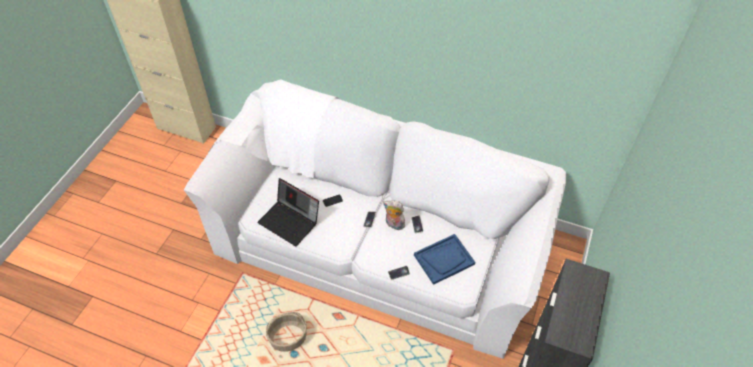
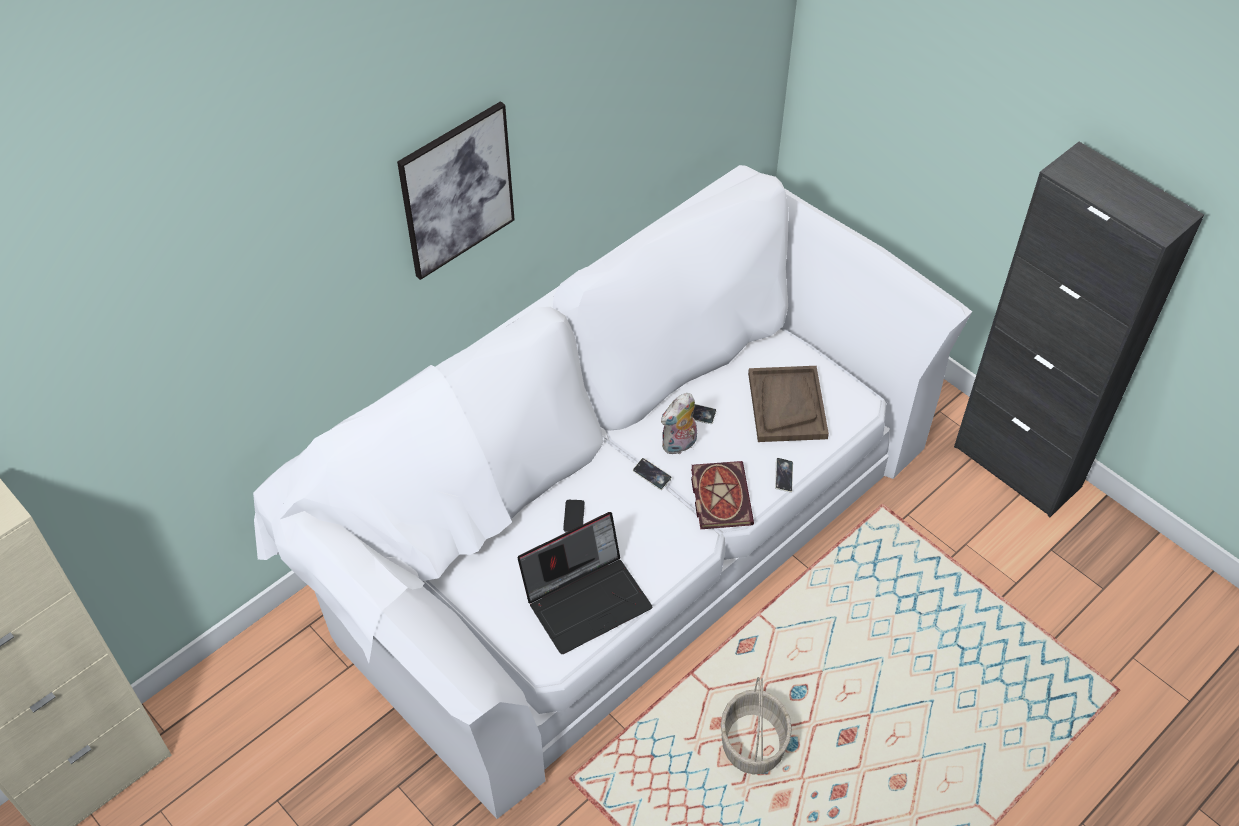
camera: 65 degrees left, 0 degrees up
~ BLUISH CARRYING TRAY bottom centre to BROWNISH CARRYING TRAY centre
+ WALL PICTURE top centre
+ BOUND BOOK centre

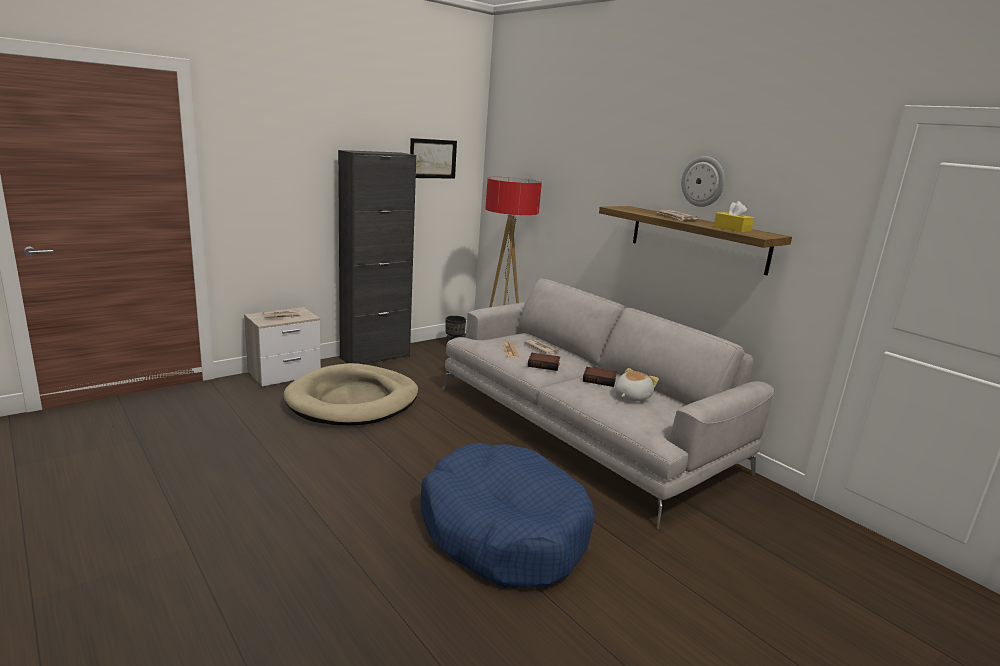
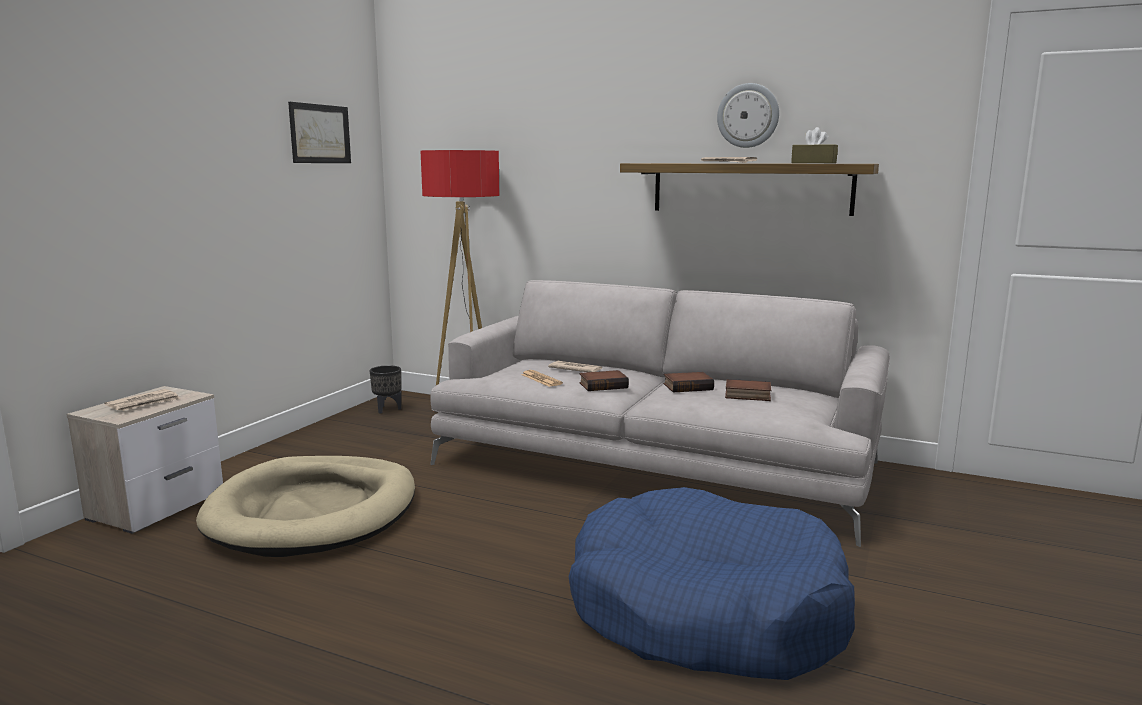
camera: 25 degrees left, 5 degrees down
- BLACK CUPBOARD centre
~ YELLOWISH BOX OF TISSUES top right to BROWNISH BOX OF TISSUES top right
~ PLUSH TOY centre to BOUND BOOK (3rd from left) centre

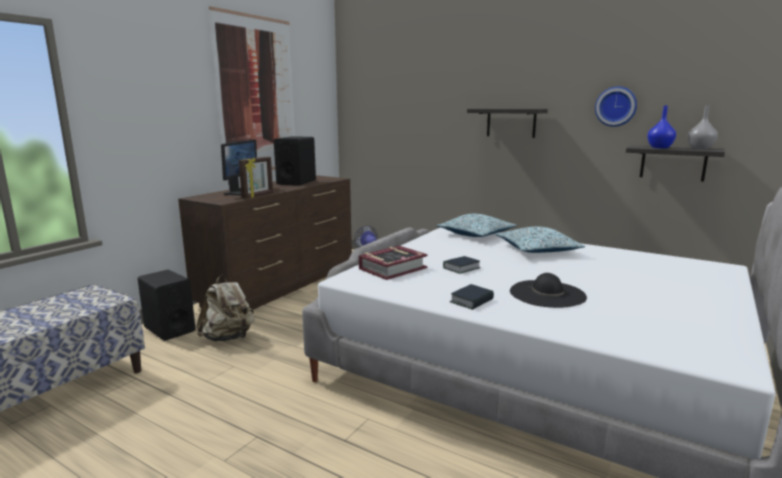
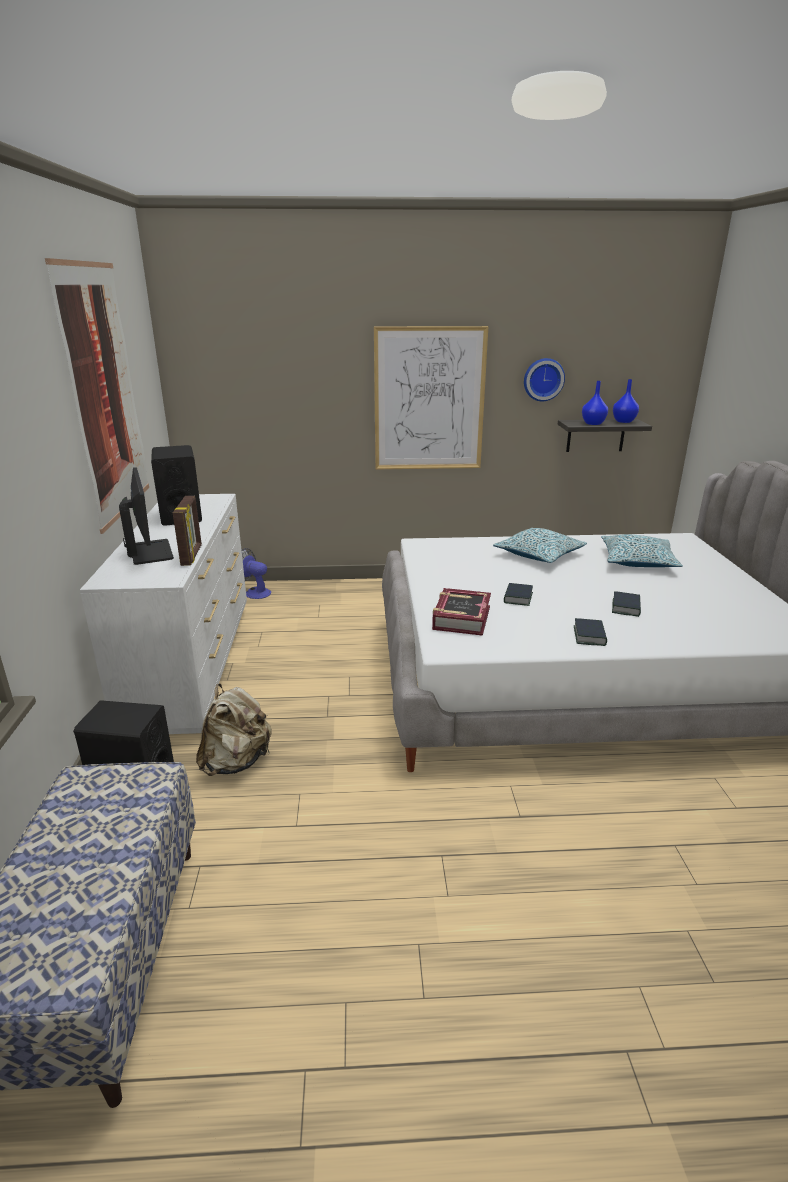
camera: 35 degrees left, 10 degrees up
~ GRAY DECORATIVE VASE top right to BLUISH DECORATIVE VASE (2nd from left) middle right
~ SHELF (1st from left) top centre to WALL PICTURE (2nd from left) centre
~ BROWNISH CHEST OF DRAWERS centre to WHITISH CHEST OF DRAWERS middle left
~ CUSHION (1st from left in the first image) centre to CUSHION (2nd from left) middle right
~ BLACK CLOTHING HAT middle right to BOUND BOOK (4th from left) middle right

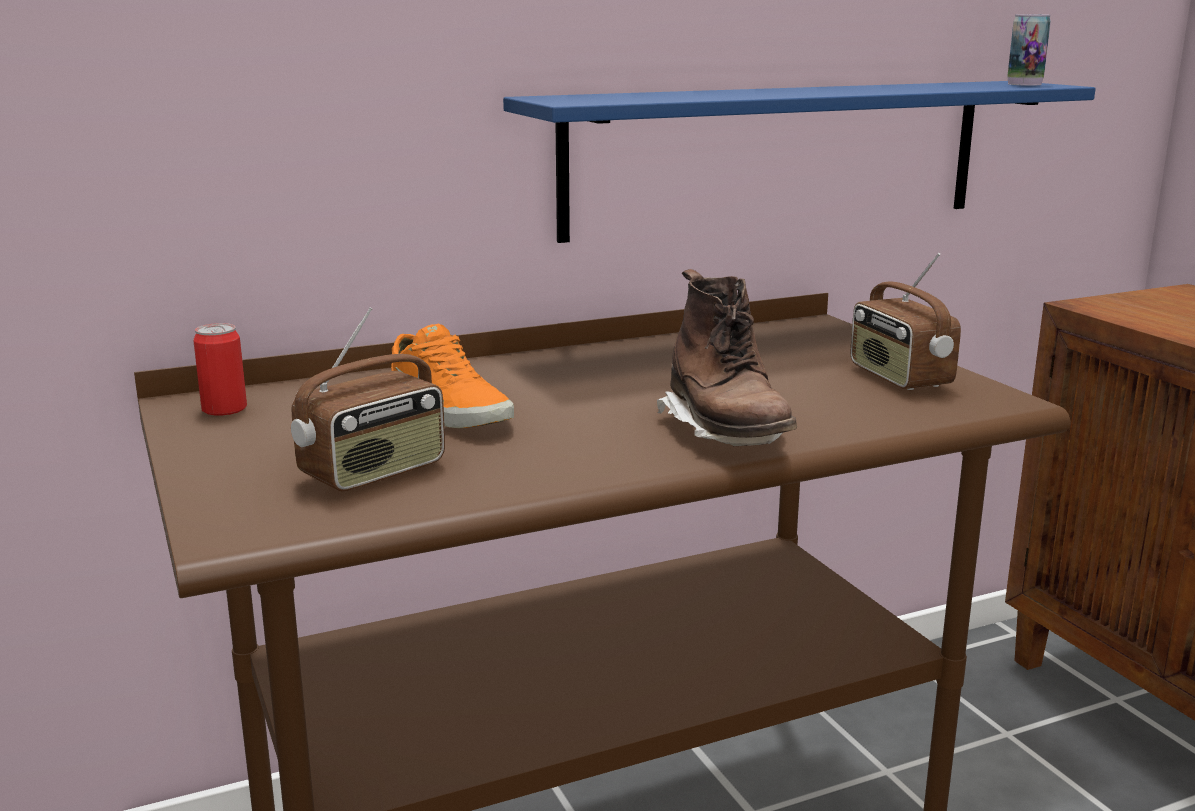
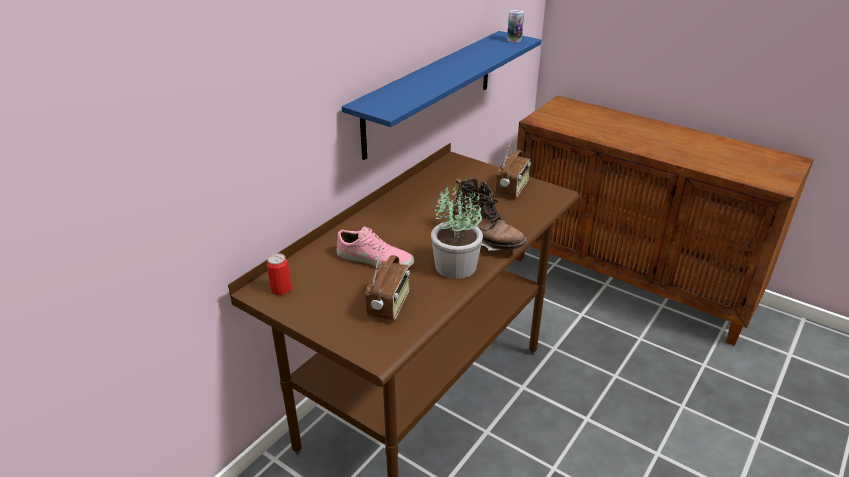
camera: 30 degrees left, 15 degrees up
~ RADIO (2nd from left) middle right = centre 105 degrees counterclockwise
~ ORANGE-COLOURED SHOE centre to PINKISH SHOE centre
+ PLANT IN A POT centre

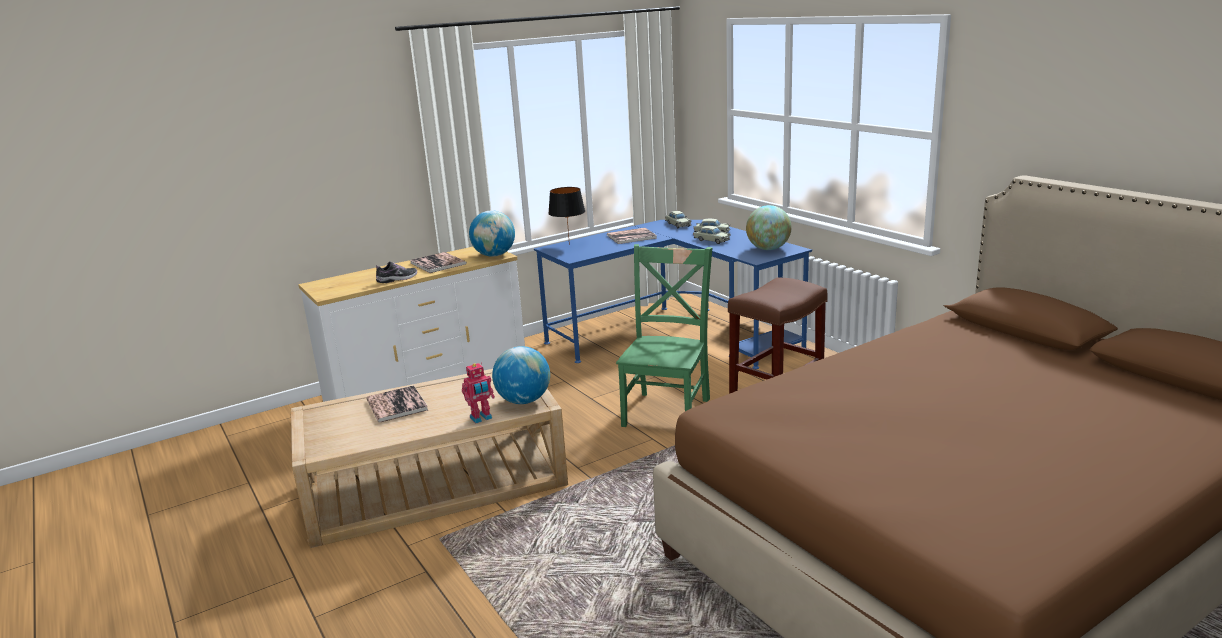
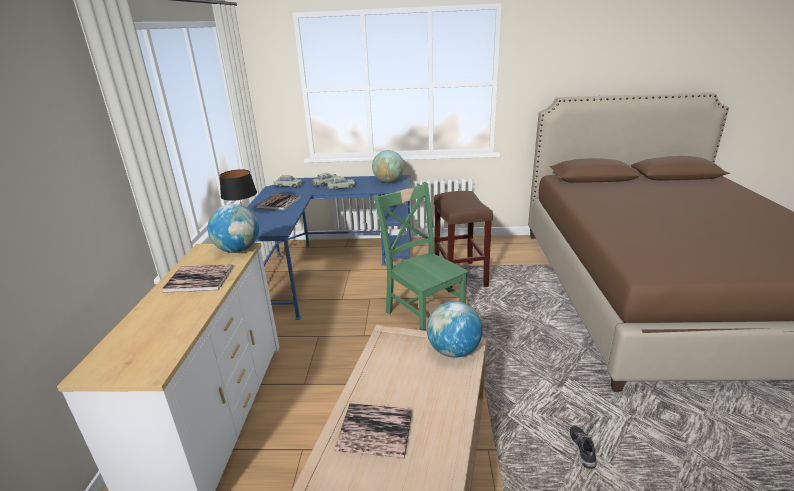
camera: 55 degrees left, 5 degrees up
~ SHOE middle left to bottom right
- ROBOT FIGURE centre

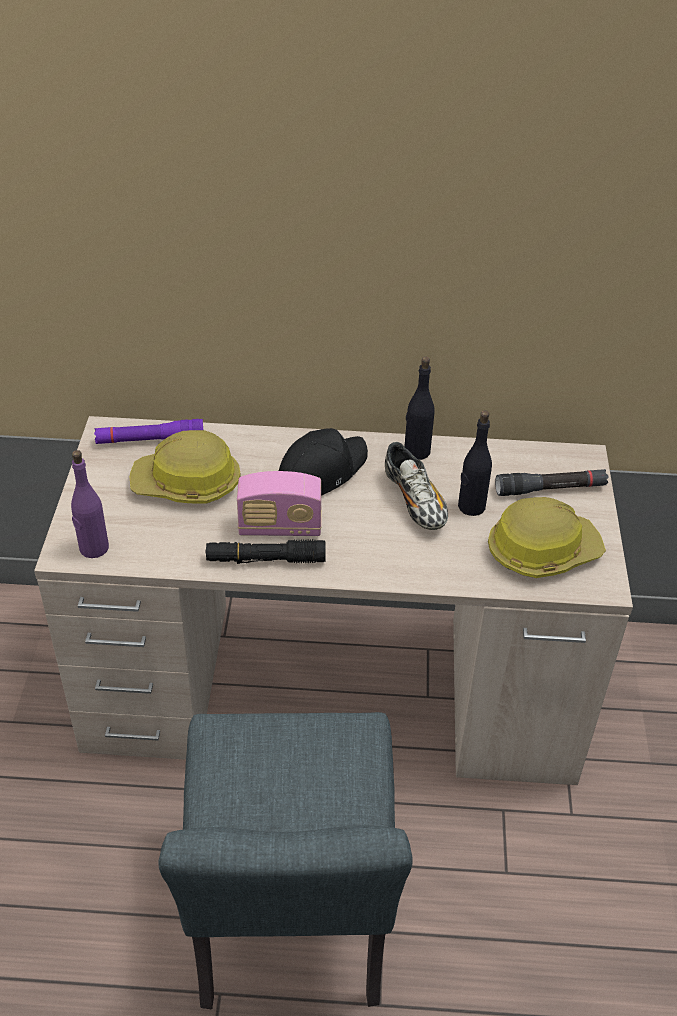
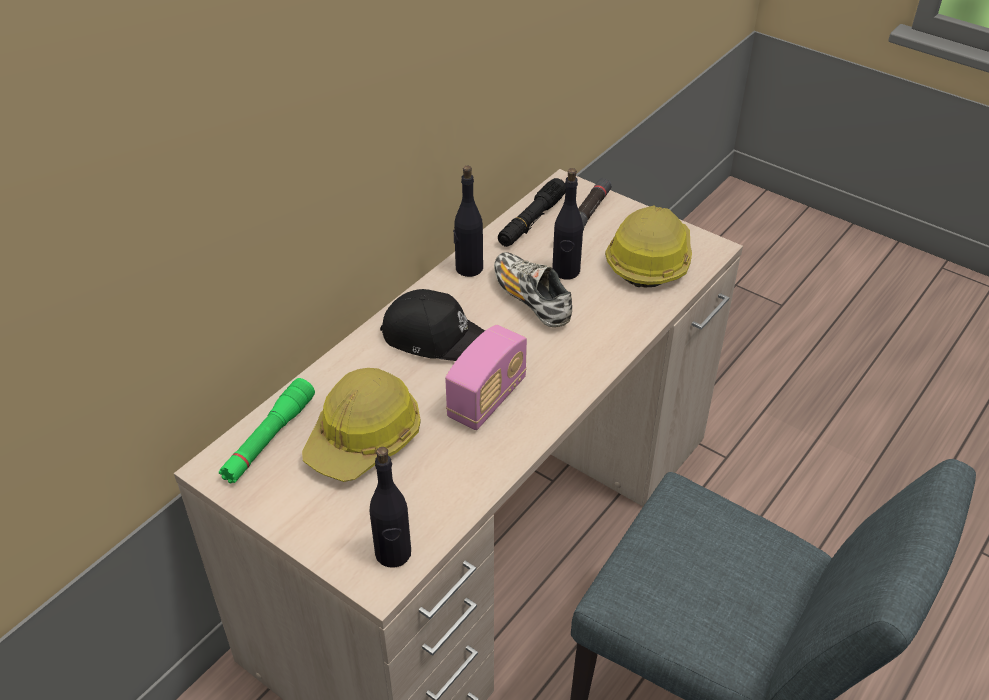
camera: 55 degrees left, 0 degrees up
~ PURPLE TORCH middle left to GREEN TORCH middle left
~ BLACK BASEBALL CAP centre = centre 120 degrees clockwise
~ SHOE centre = centre 135 degrees counterclockwise
~ PURPLE DRINK BOTTLE middle left to BLACK DRINK BOTTLE (1st from left) bottom centre
~ BLACK TORCH (1st from left) centre to top centre

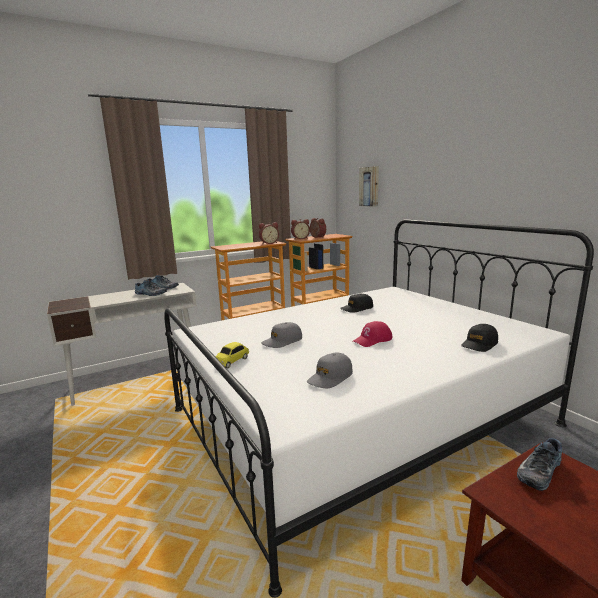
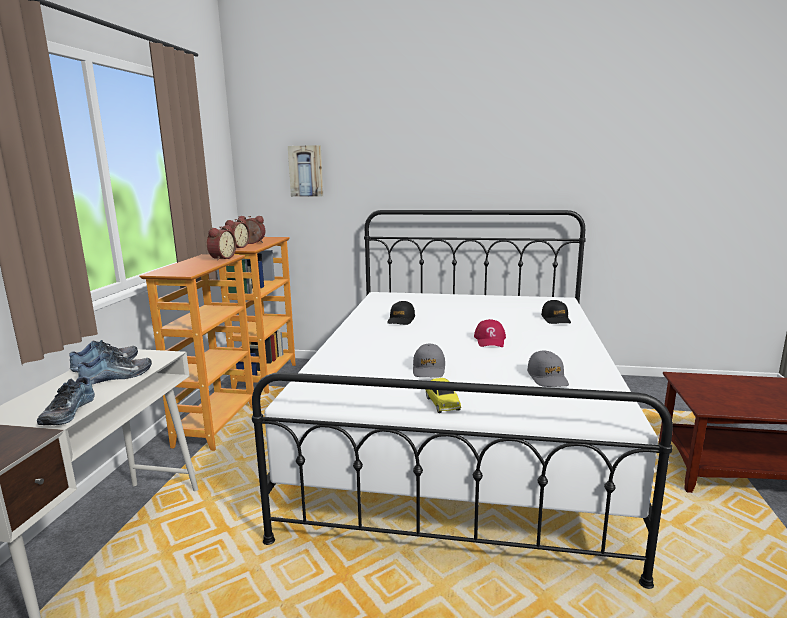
camera: 50 degrees left, 0 degrees up
~ SHOE (3rd from left in the first image) bottom right to SHOE (1st from left) middle left

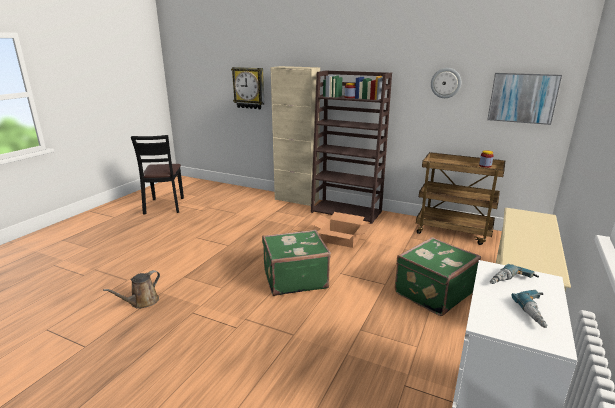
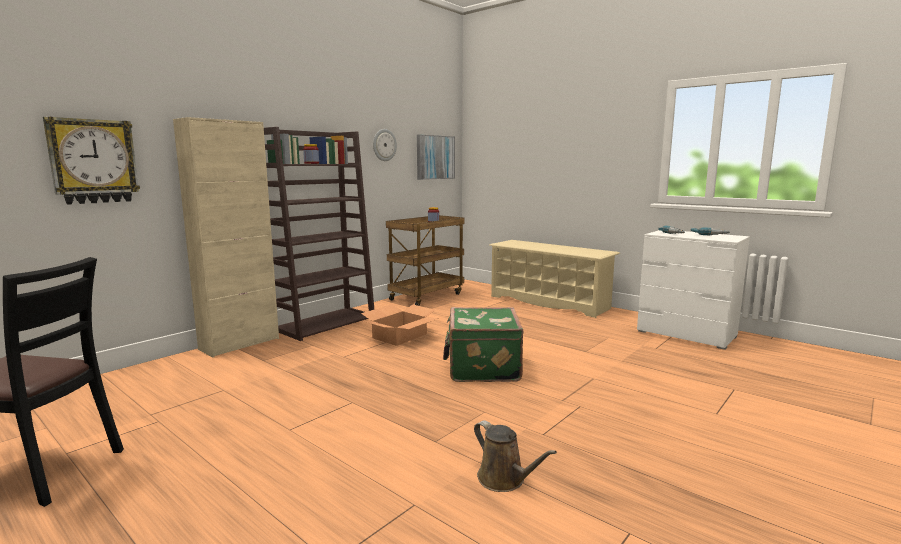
camera: 75 degrees left, 10 degrees down
- GREEN PIECE OF LUGGAGE (2nd from left) bottom right

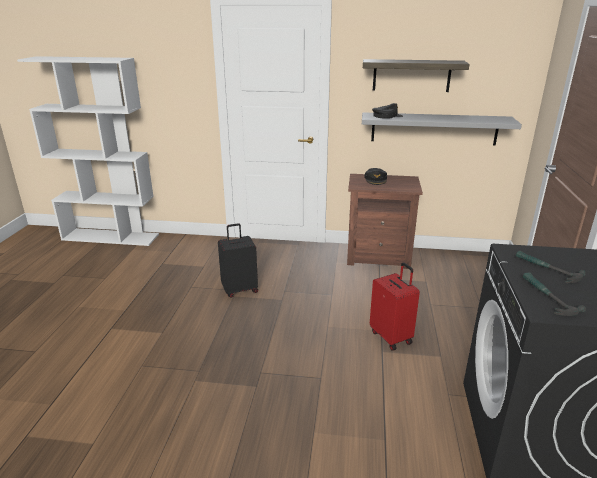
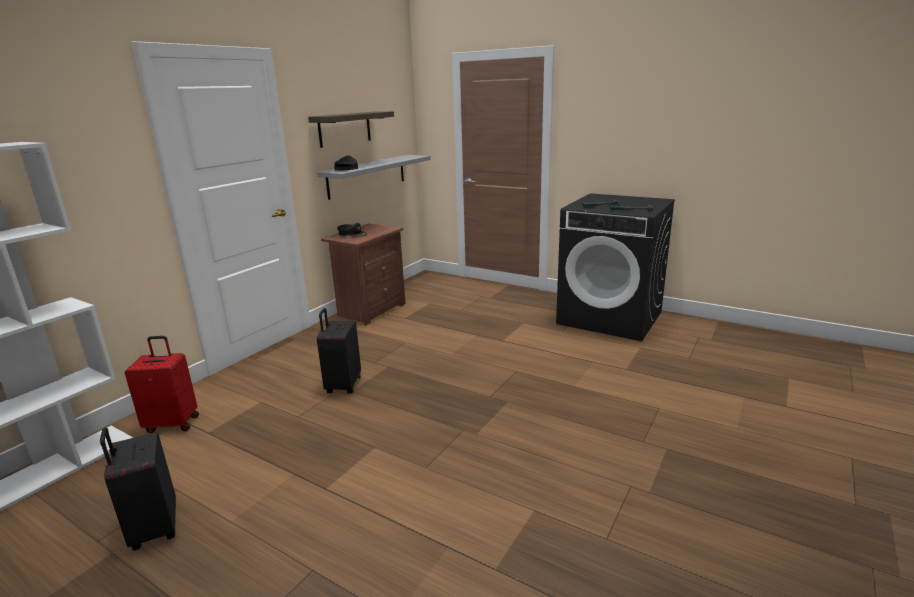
camera: 65 degrees left, 5 degrees down
~ RED-COLOURED PIECE OF LUGGAGE centre to middle left
+ BLACK PIECE OF LUGGAGE (1st from left) bottom left

